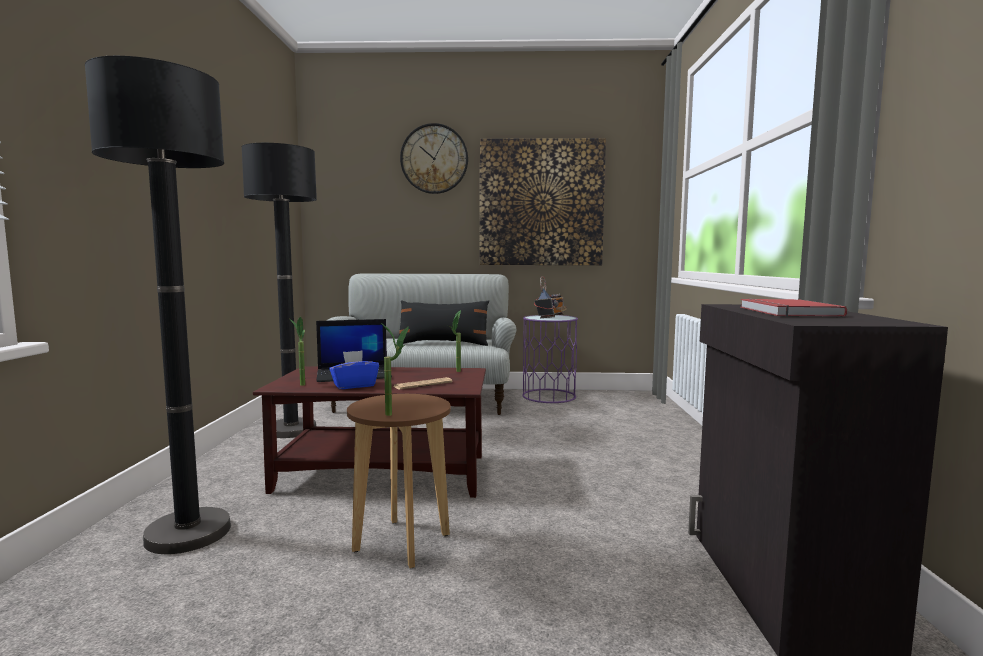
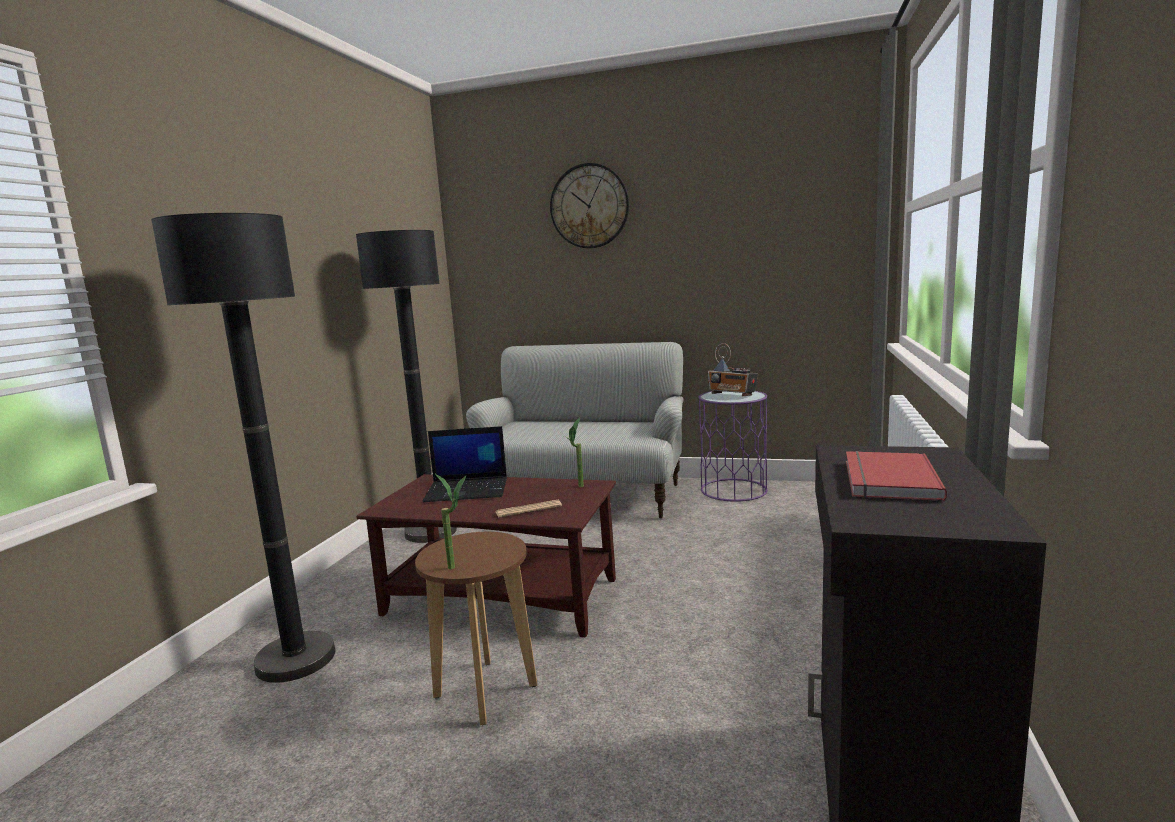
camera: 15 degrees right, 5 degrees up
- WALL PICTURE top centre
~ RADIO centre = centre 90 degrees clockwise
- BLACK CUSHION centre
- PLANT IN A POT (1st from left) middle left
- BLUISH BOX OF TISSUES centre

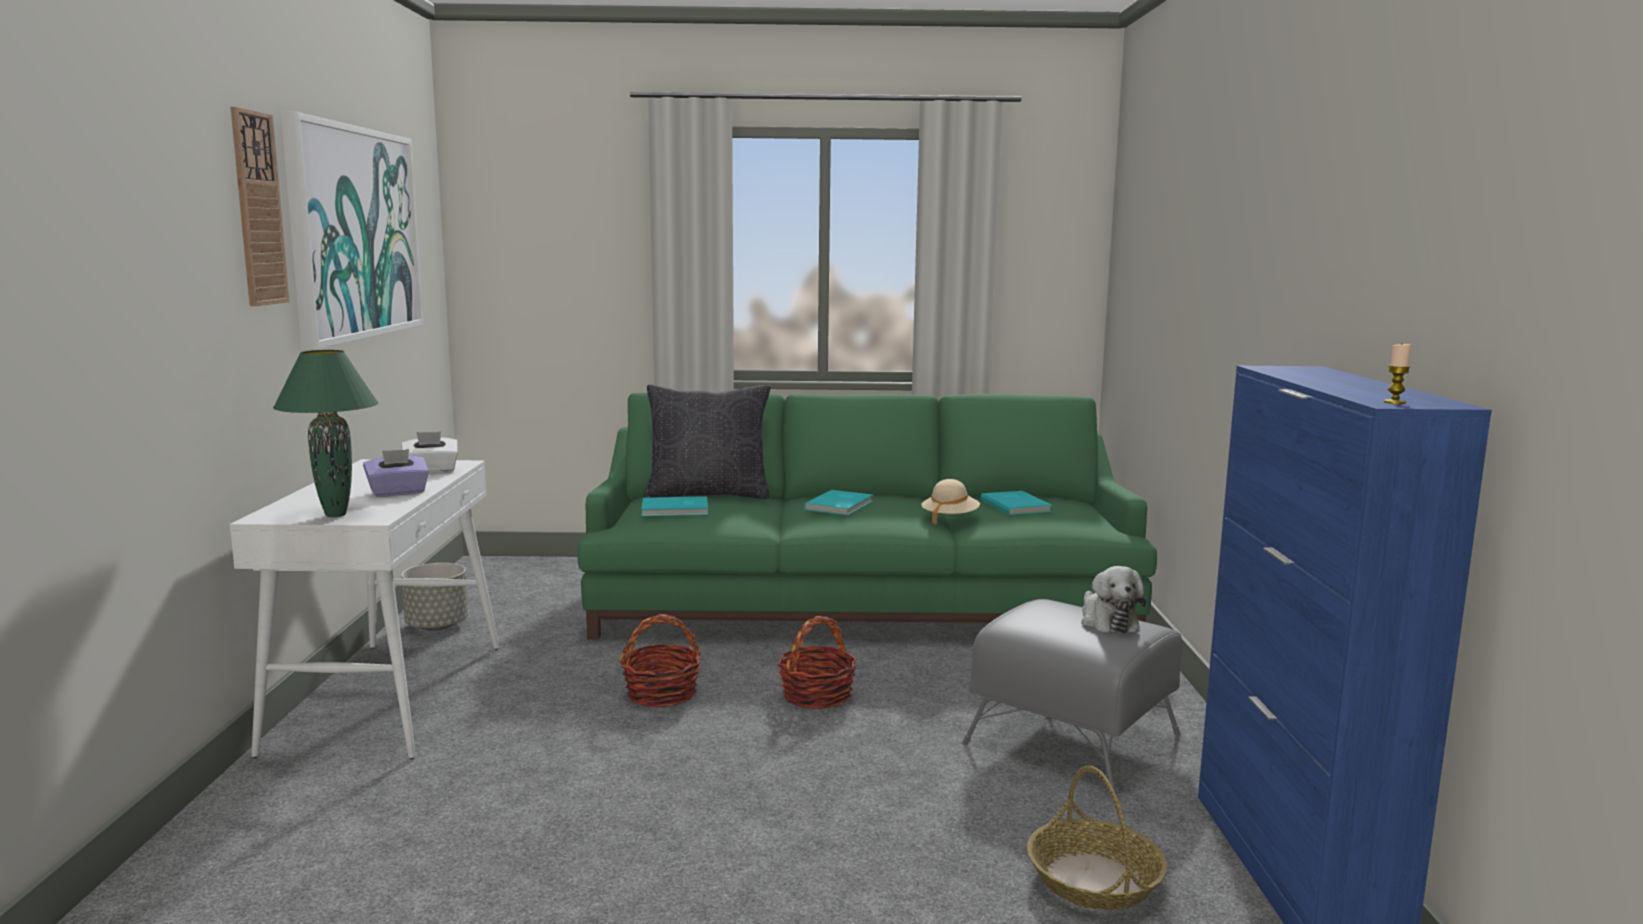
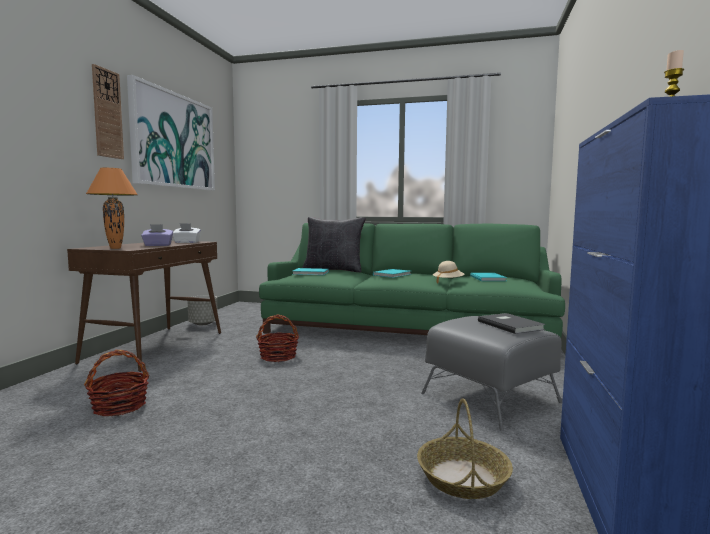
camera: 15 degrees right, 5 degrees down
~ GREEN TABLE LAMP middle left to ORANGE-COLOURED TABLE LAMP middle left
~ WHITISH HALL TABLE middle left to BROWNISH HALL TABLE middle left
~ PLUSH TOY middle right to GRAY BOUND BOOK middle right
~ STORAGE BASKET (2nd from left in the first image) bottom centre to STORAGE BASKET (1st from left) bottom left

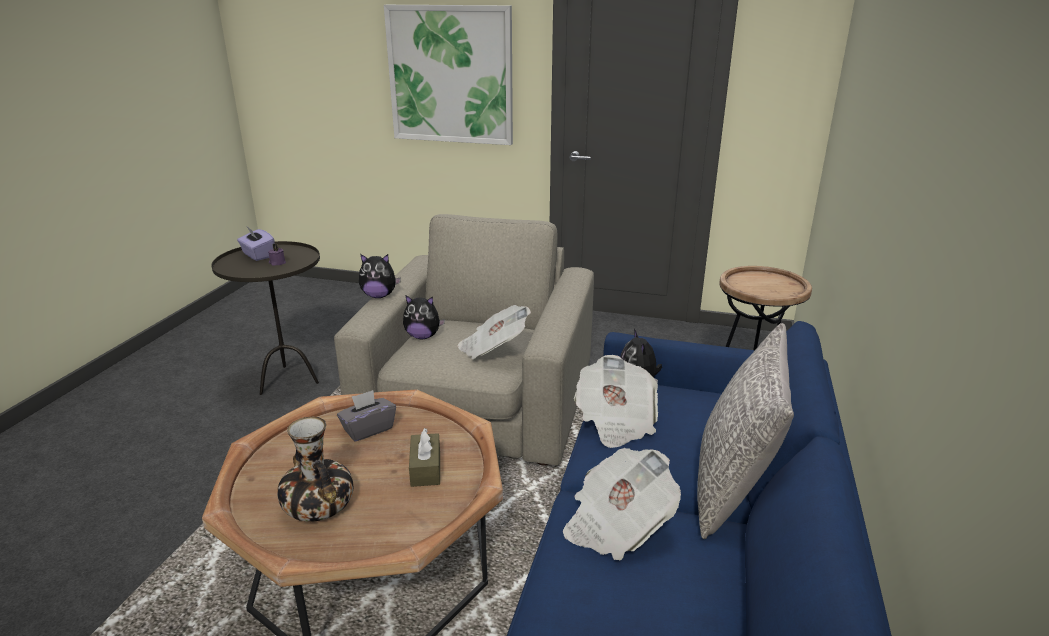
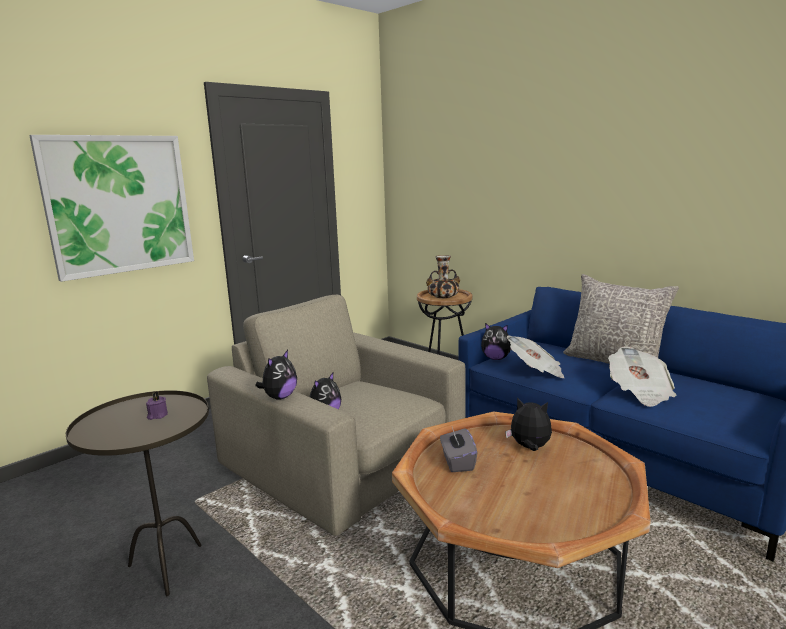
camera: 60 degrees left, 10 degrees down
- PURPLE BOX OF TISSUES middle left
- PRINTED PAPER (1st from left) centre
~ DECORATIVE VASE bottom left to centre
~ BROWNISH BOX OF TISSUES bottom centre to PLUSH TOY (4th from left) bottom right

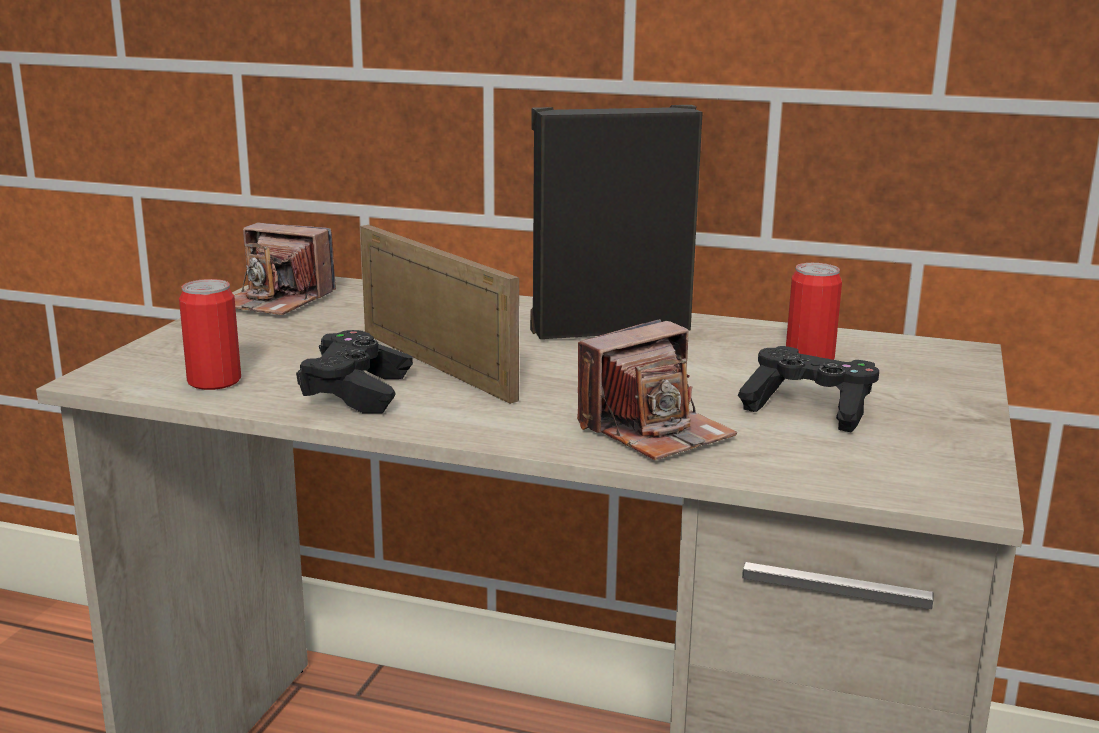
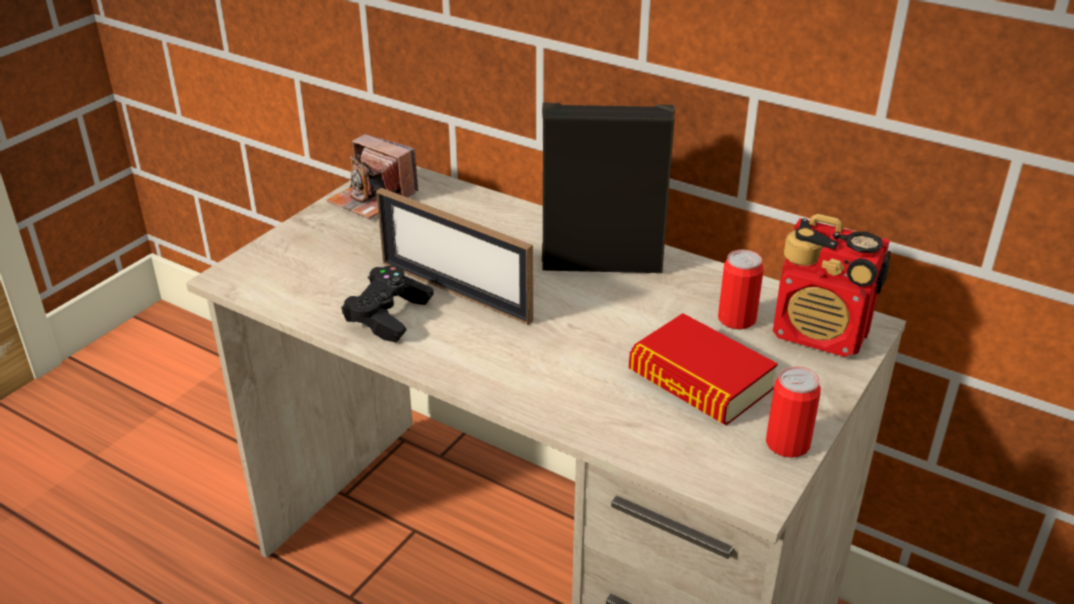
camera: 15 degrees right, 15 degrees up
~ PICTURE FRAME centre = centre 150 degrees clockwise
~ CAN (1st from left in the first image) middle left to CAN (2nd from left) bottom right
- PHOTO CAMERA (2nd from left) centre
~ BLACK GAMEPAD (2nd from left) middle right to BOUND BOOK centre
+ RADIO middle right

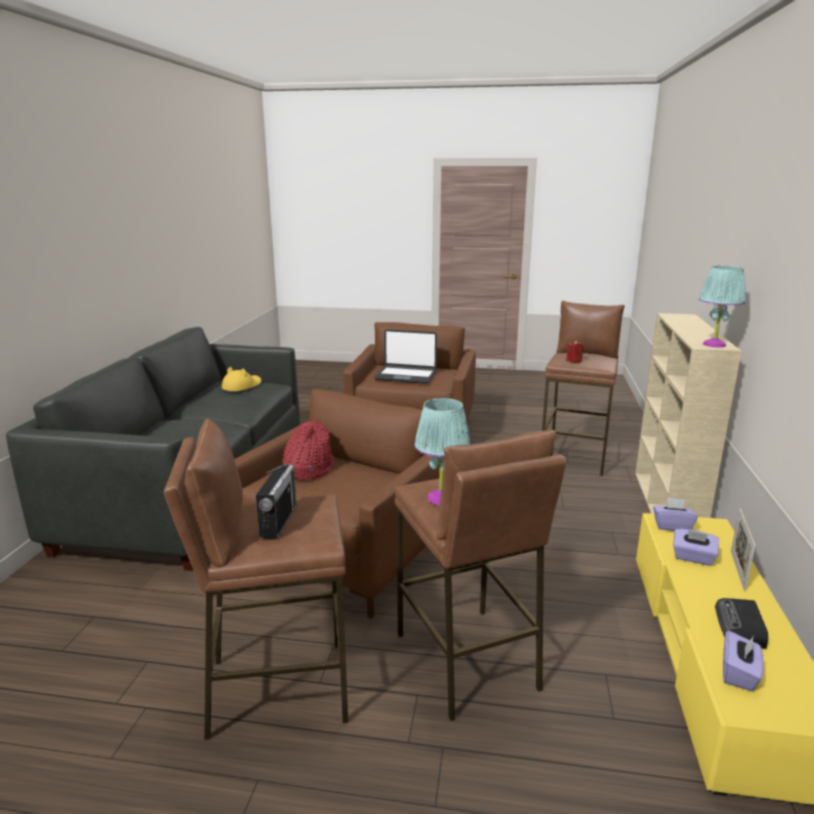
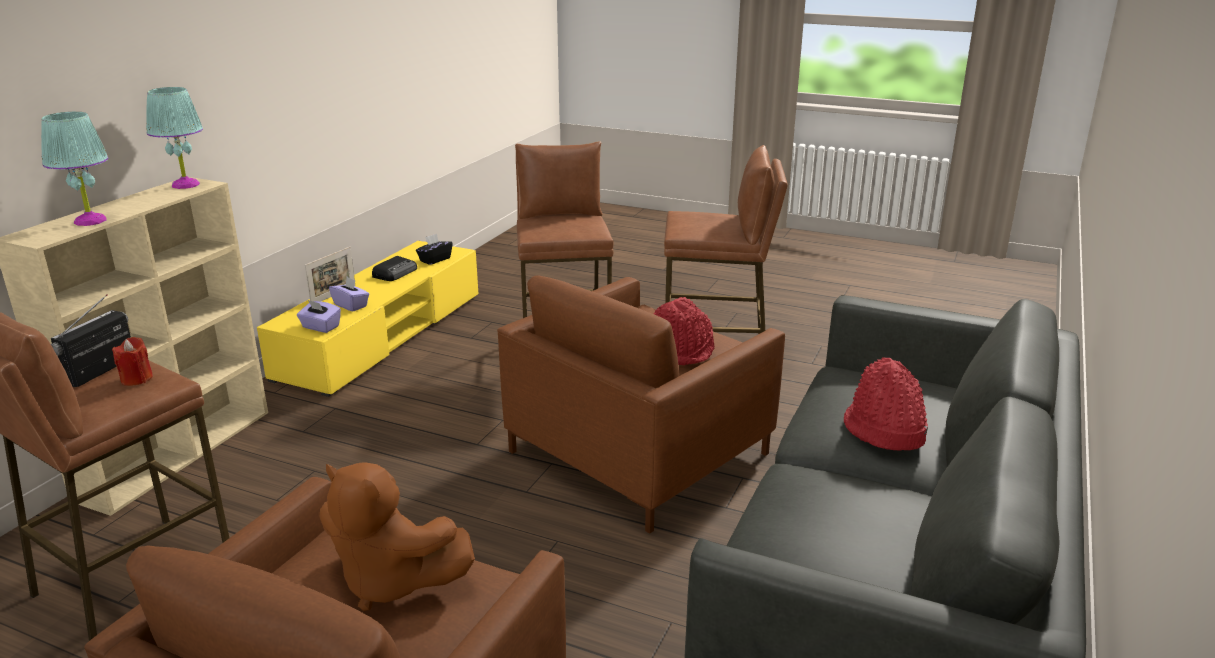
camera: 165 degrees left, 5 degrees up
~ PORTABLE COMPUTER centre to BROWNISH PLUSH TOY bottom left
- YELLOWISH CLOTHING HAT middle left
~ BLUE-GREEN TABLE LAMP (1st from left) centre to top left
~ RADIO (1st from left) centre to middle left
~ PURPLE BOX OF TISSUES (3rd from left) bottom right to BLACK BOX OF TISSUES centre
+ RED-COLOURED CLOTHING HAT (2nd from left) middle right

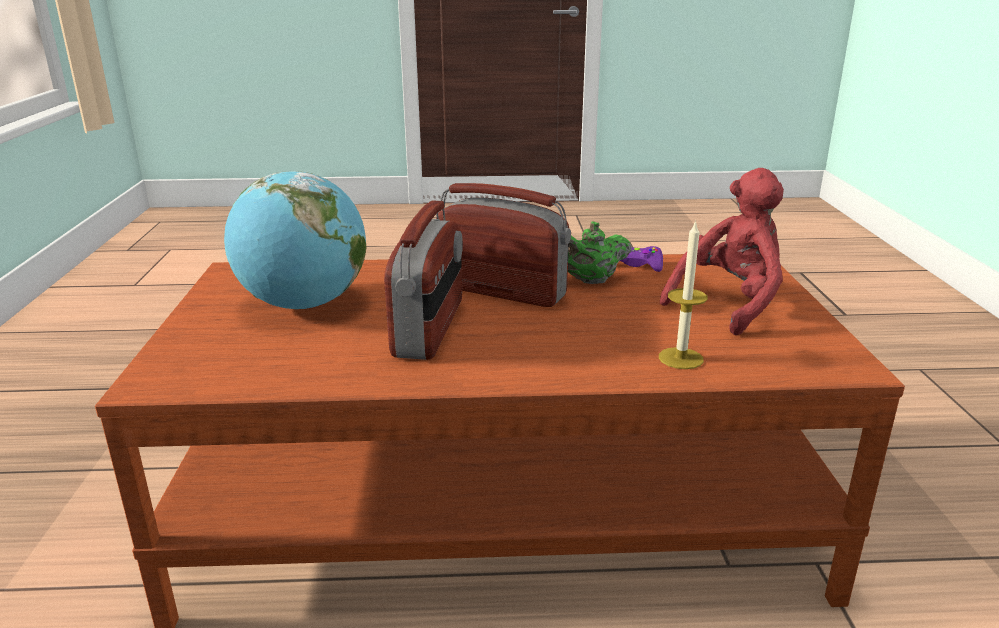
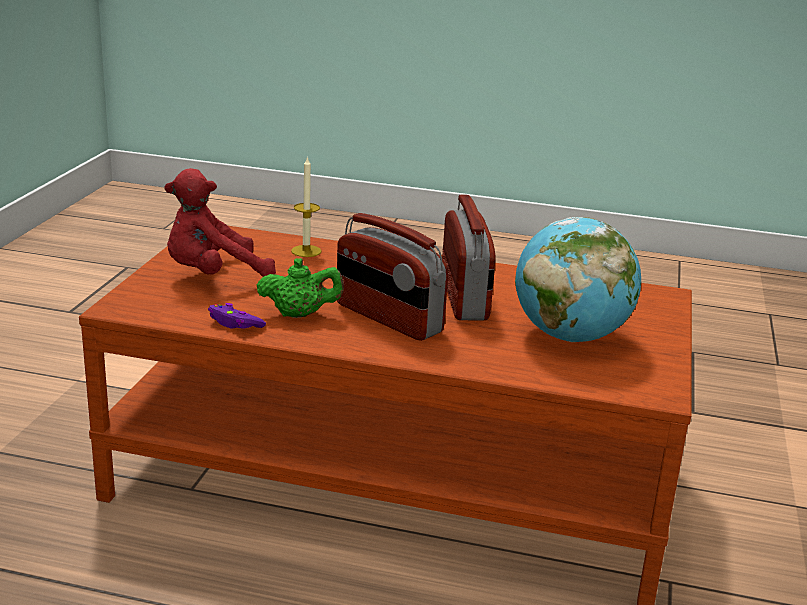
camera: 165 degrees left, 0 degrees up
~ RADIO (1st from left in the first image) centre = centre 150 degrees clockwise

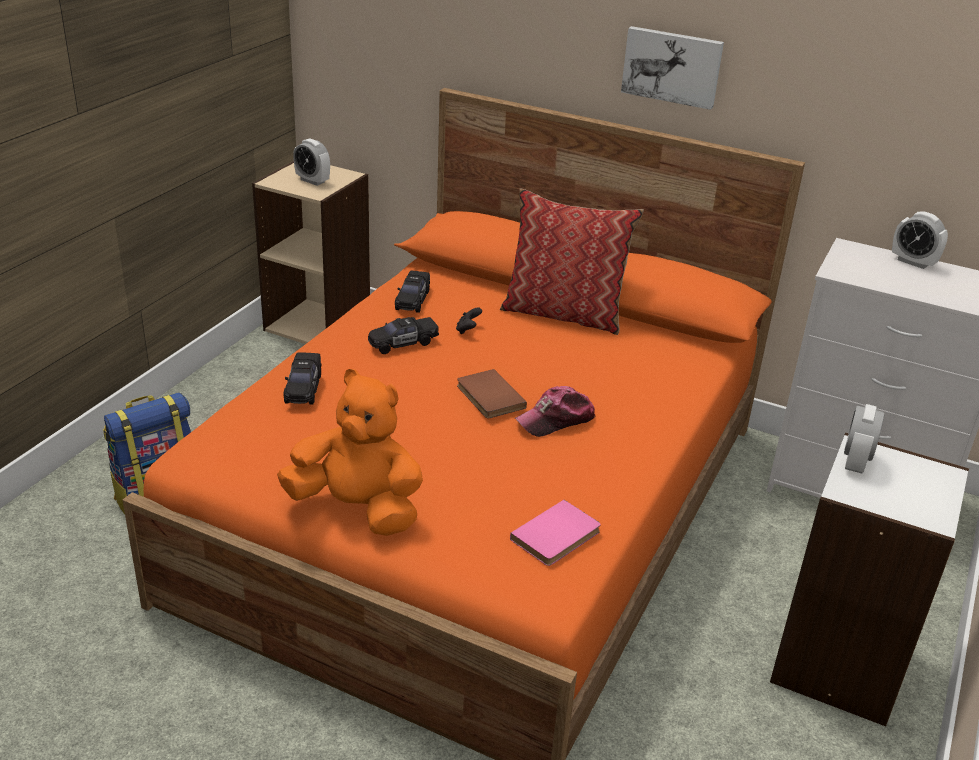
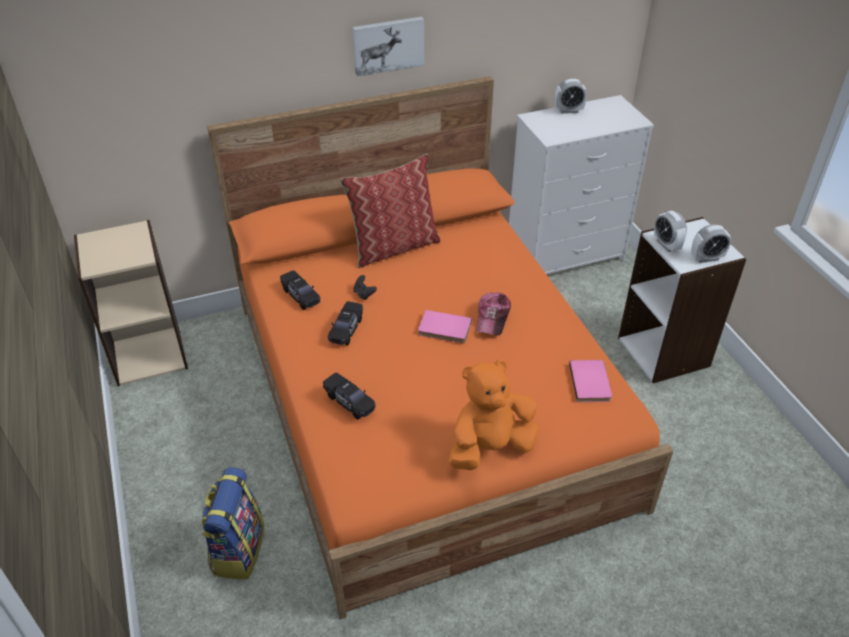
camera: 45 degrees left, 10 degrees up
~ BEDSIDE CLOCK (1st from left in the first image) top left to BEDSIDE CLOCK (3rd from left) middle right
~ BROWNISH BOUND BOOK centre to PINKISH BOUND BOOK (1st from left) centre

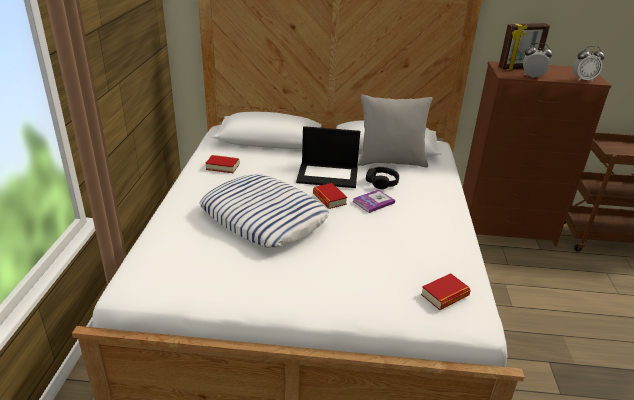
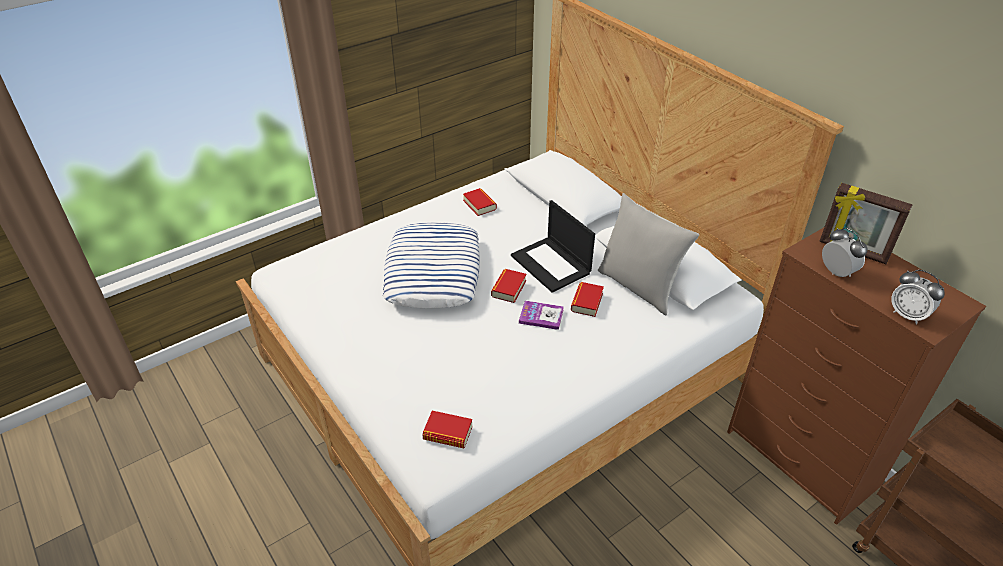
camera: 50 degrees right, 10 degrees up
~ BLACK HEADSET centre to BOUND BOOK (5th from left) centre

